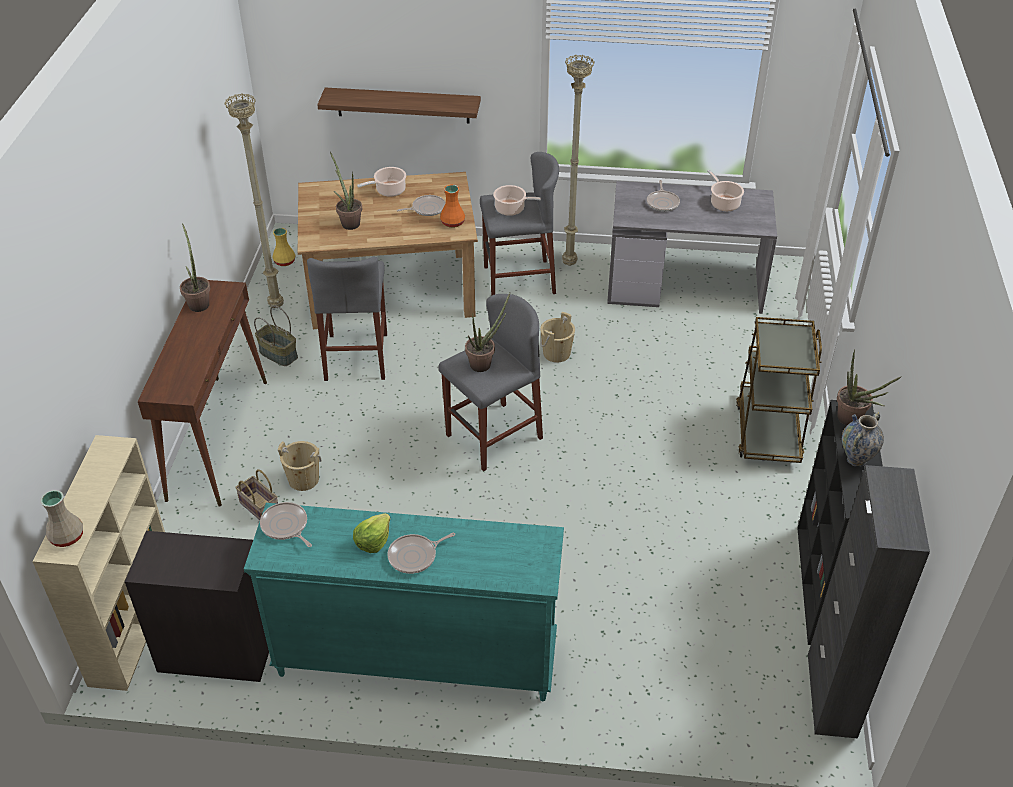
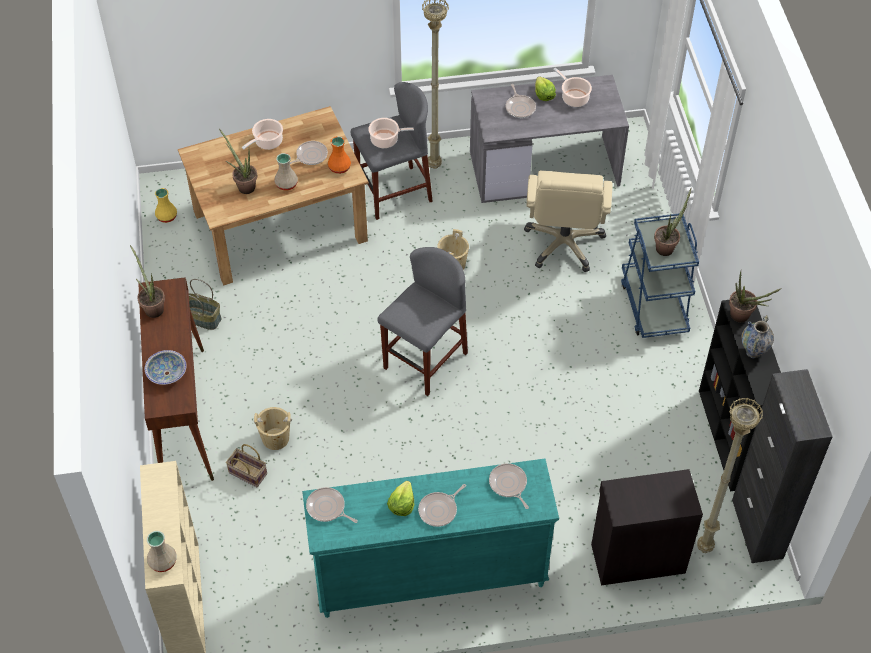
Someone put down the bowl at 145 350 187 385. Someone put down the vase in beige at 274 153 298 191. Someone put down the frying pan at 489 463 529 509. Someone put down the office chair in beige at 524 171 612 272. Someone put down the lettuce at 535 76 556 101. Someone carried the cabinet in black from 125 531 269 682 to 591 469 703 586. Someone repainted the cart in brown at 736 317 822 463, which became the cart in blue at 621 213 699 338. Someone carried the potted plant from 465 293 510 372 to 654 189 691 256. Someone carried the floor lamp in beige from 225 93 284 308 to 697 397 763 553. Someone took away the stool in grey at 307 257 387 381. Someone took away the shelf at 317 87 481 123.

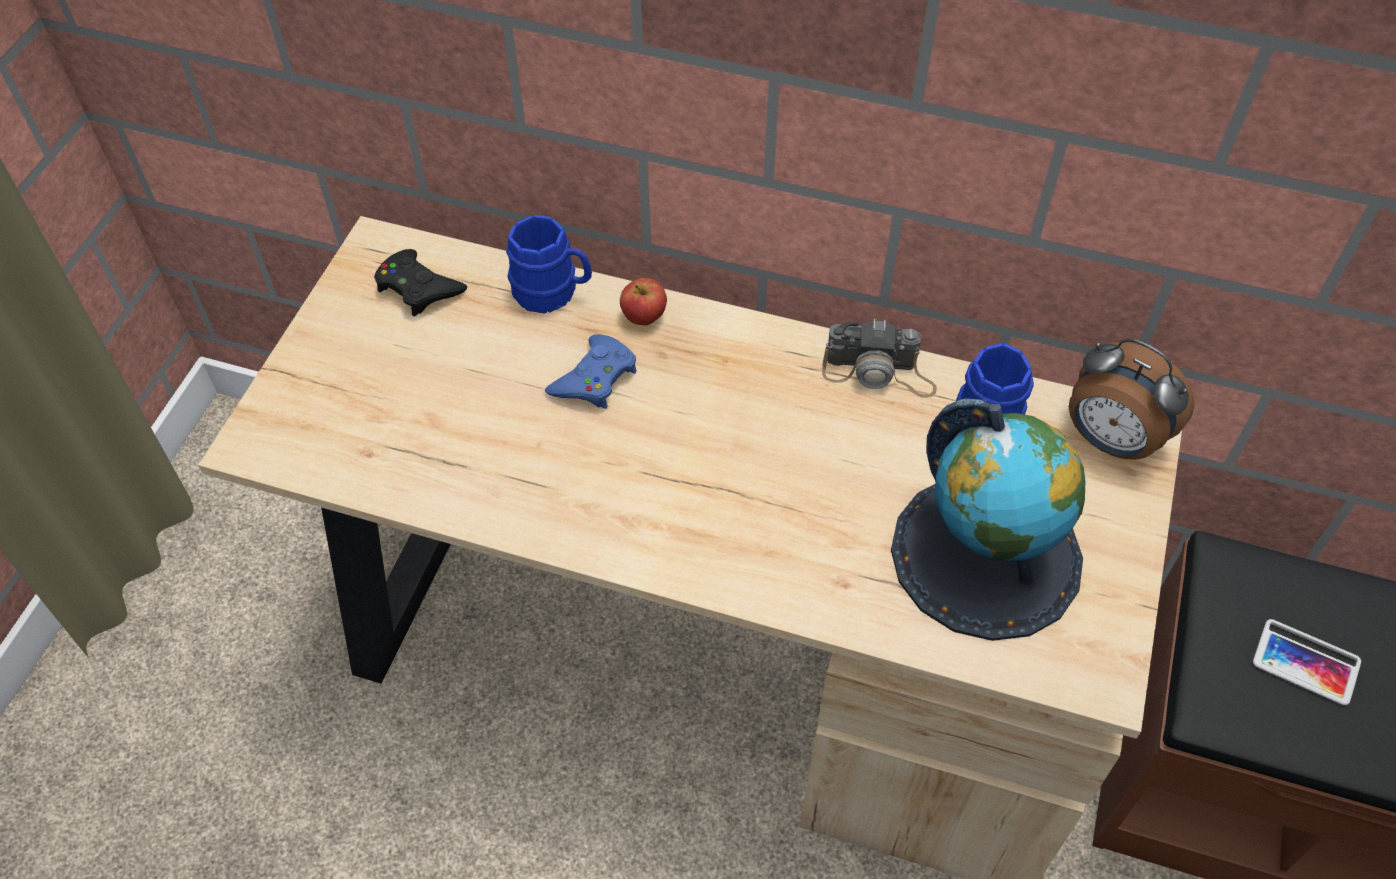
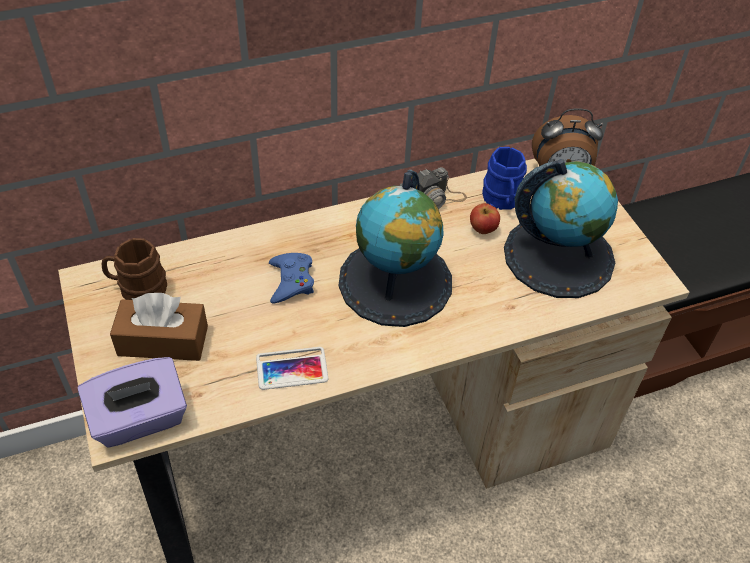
Someone put down the tissue box in purple at 77 357 187 448. Someone swapped the game controller in black at 374 249 467 316 for the mug in brown at 101 238 167 300. Someone put down the tissue box in brown at 110 293 208 361. Someone carried the phone from 1253 619 1361 705 to 256 347 328 390. Someone put down the globe at 339 170 452 327. Someone carried the apple from 620 278 667 325 to 470 203 500 234. Someone took away the mug in blue at 506 215 592 314.

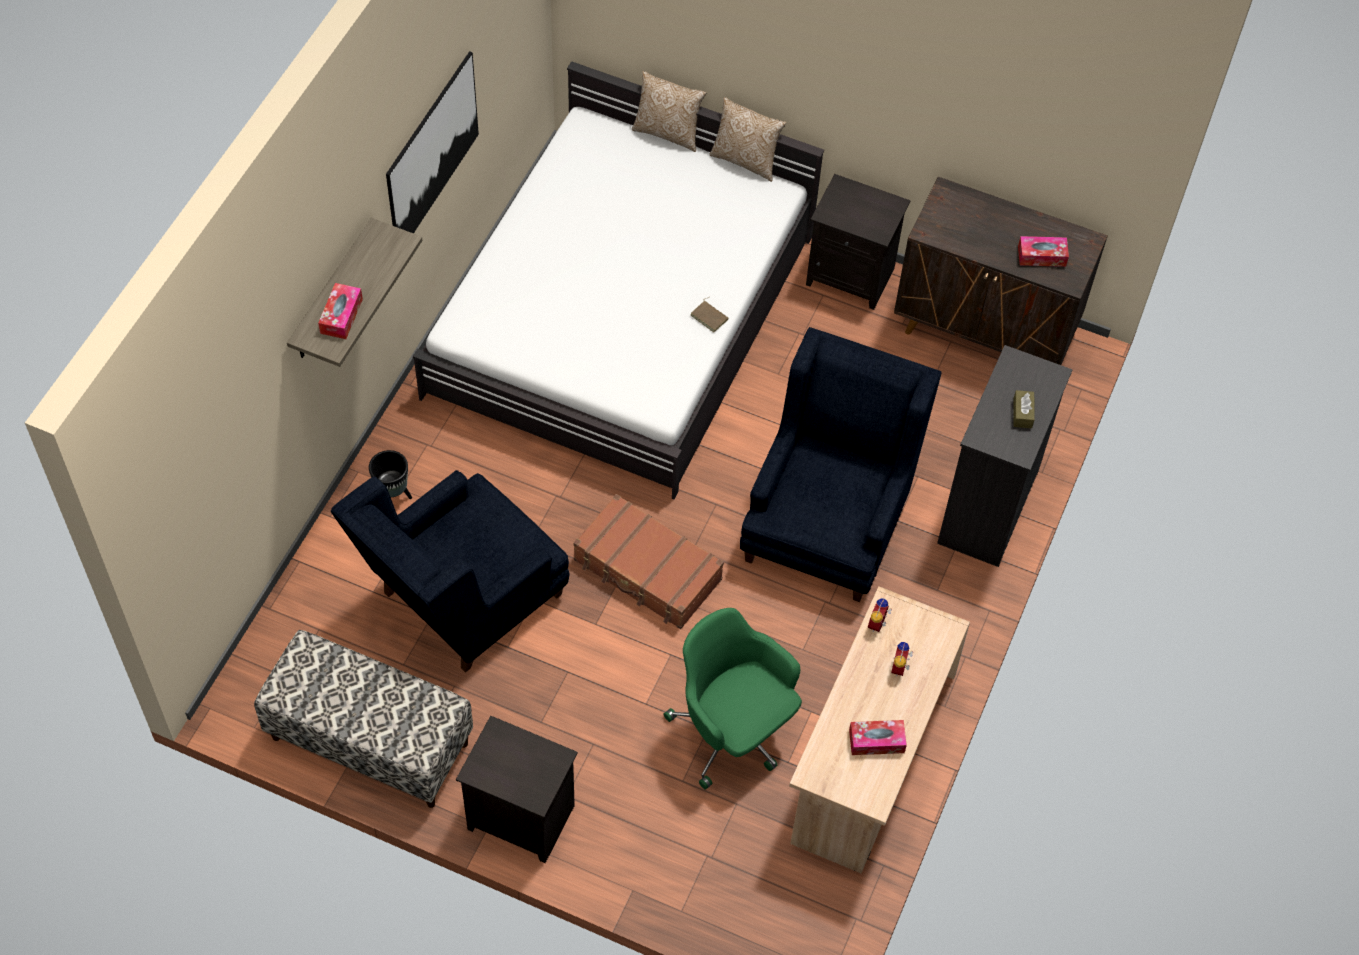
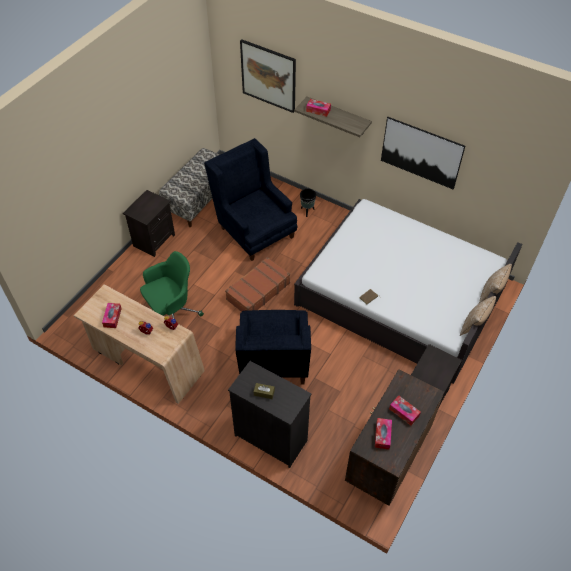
Someone rotated the armchair in blue at 740 327 942 602 by 60 degrees clockwise. Someone put up the picture at 240 39 296 113. Someone put down the tissue box at 389 396 421 426.

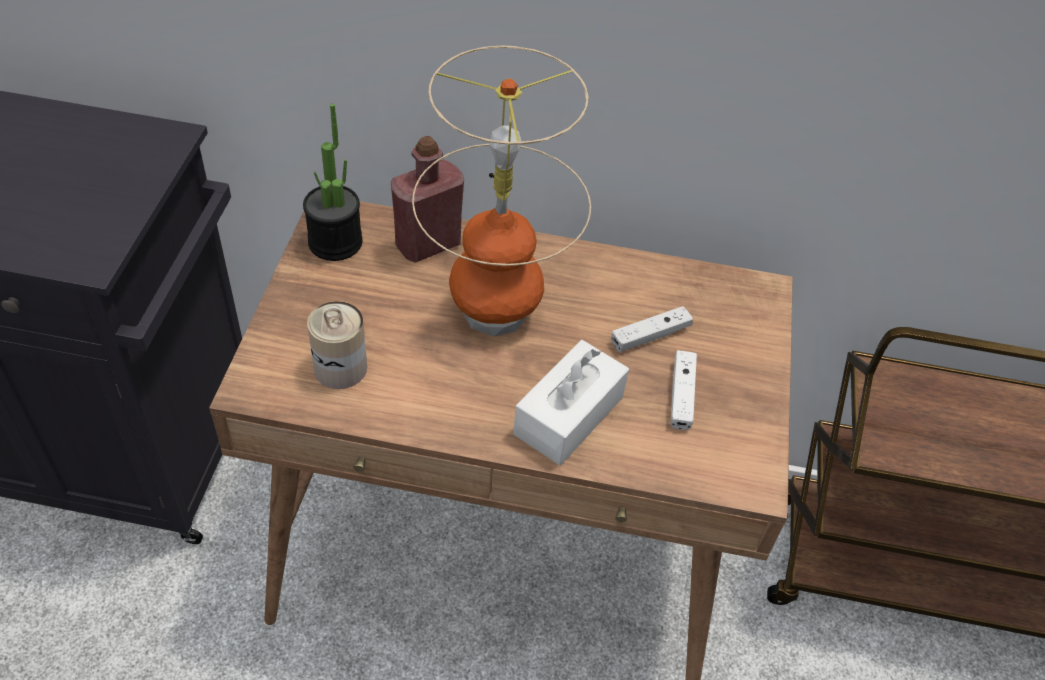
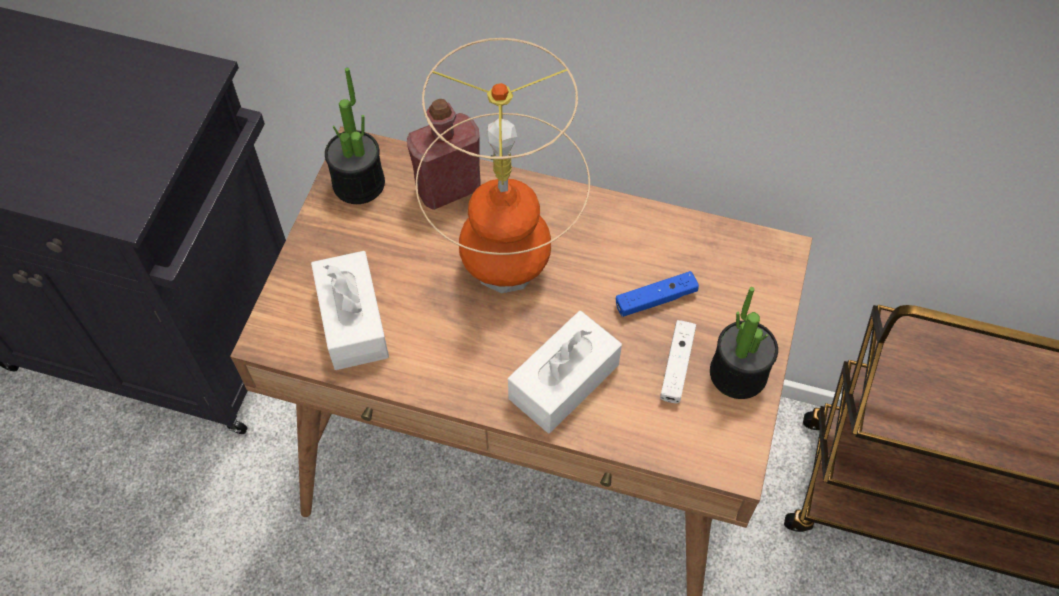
Someone swapped the can at 307 301 367 389 for the tissue box in white at 311 251 389 370. Someone repainted the game controller in white at 611 306 693 352, which became the game controller in blue at 616 271 699 317. Someone put down the potted plant at 710 287 778 399.

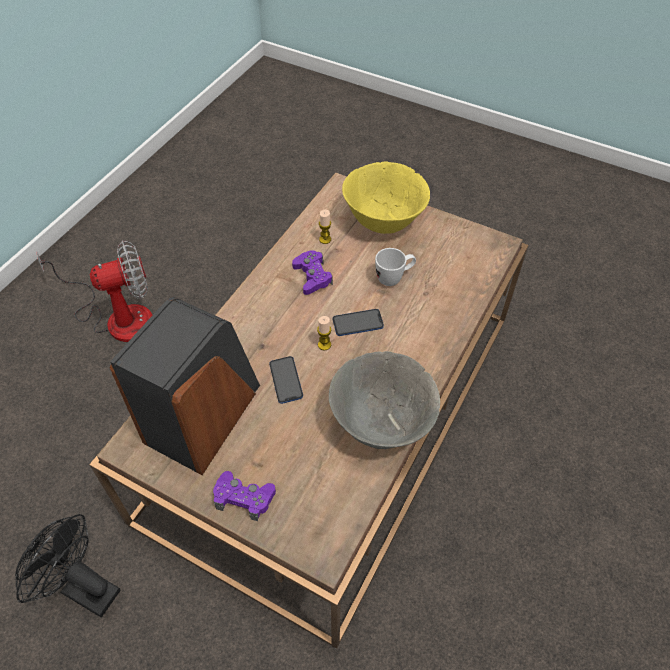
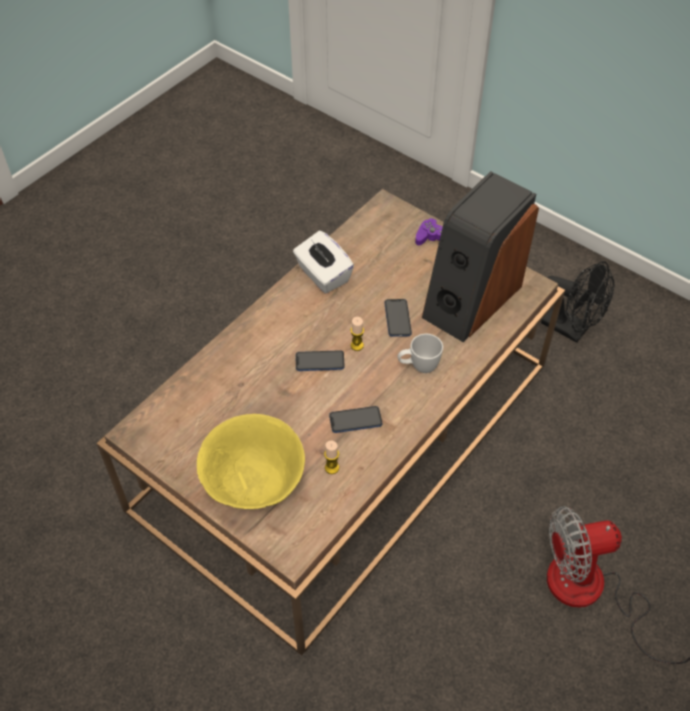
Someone swapped the bowl in grey at 329 351 440 449 for the tissue box in white at 293 231 354 294. Someone swapped the game controller in purple at 292 250 333 295 for the phone at 329 406 382 433. Someone carried the mug in white from 375 248 416 286 to 398 334 443 373.

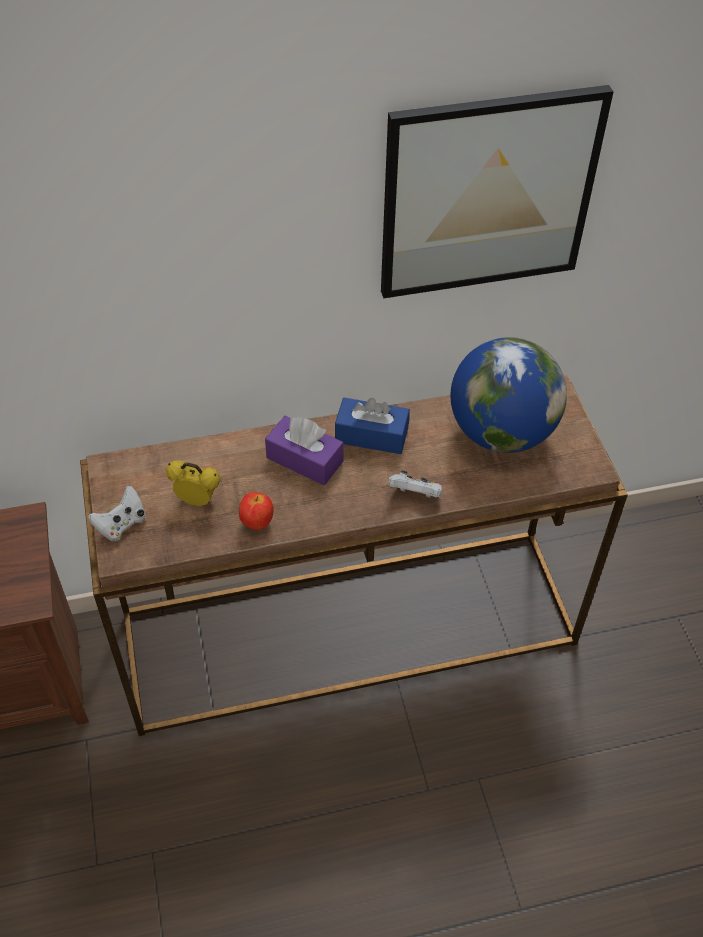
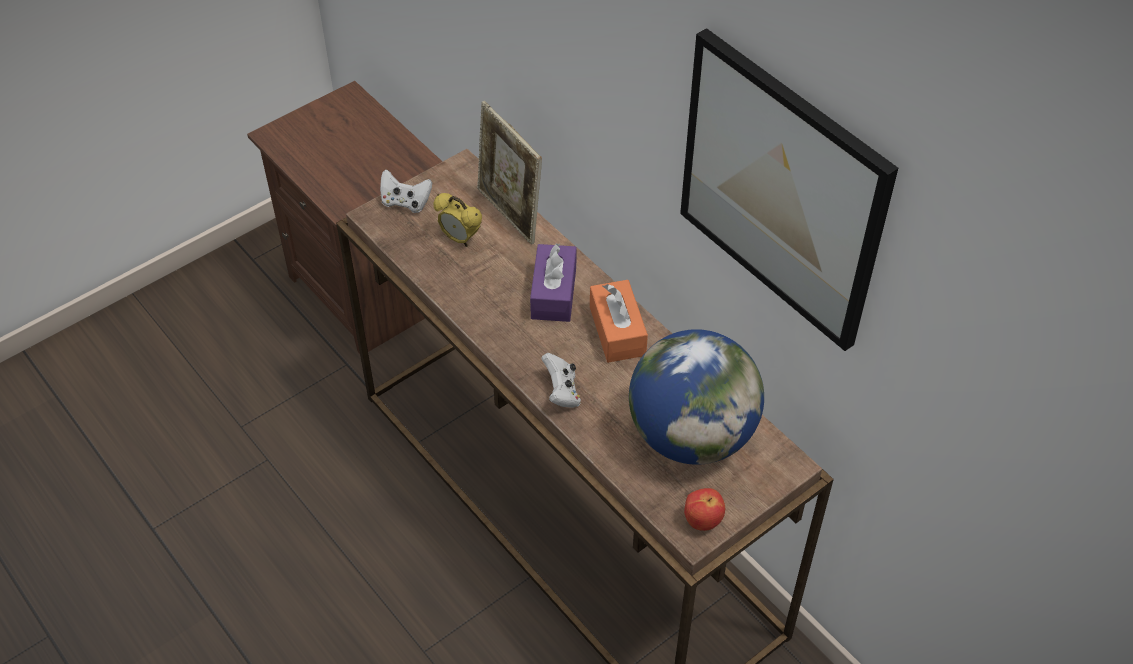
Someone rotated the alarm clock at 166 461 220 506 by 135 degrees clockwise. Someone put down the picture frame at 477 101 542 245. Someone repainted the tissue box in blue at 335 398 410 454, which became the tissue box in orange at 590 280 648 363. Someone carried the apple from 239 492 273 530 to 684 488 725 531.

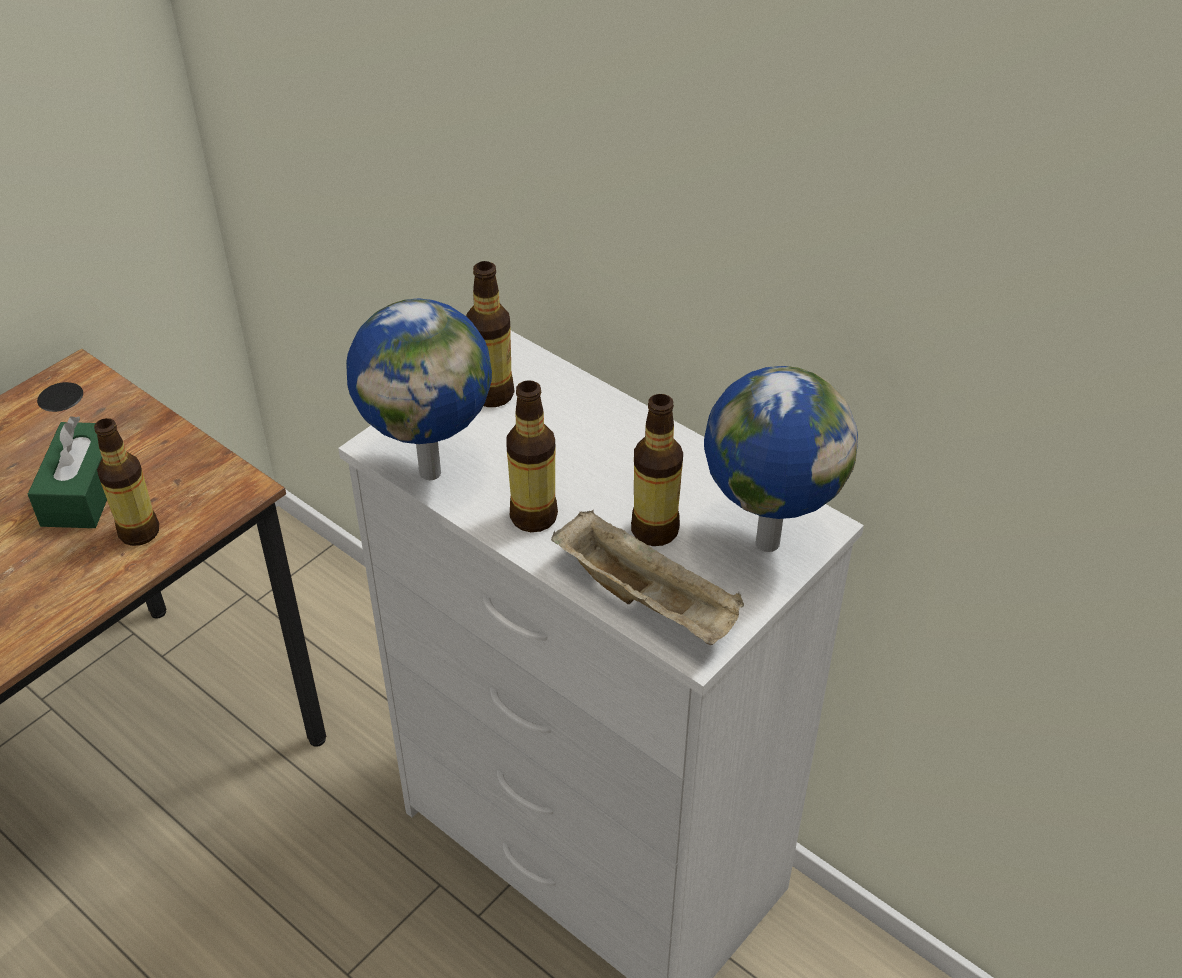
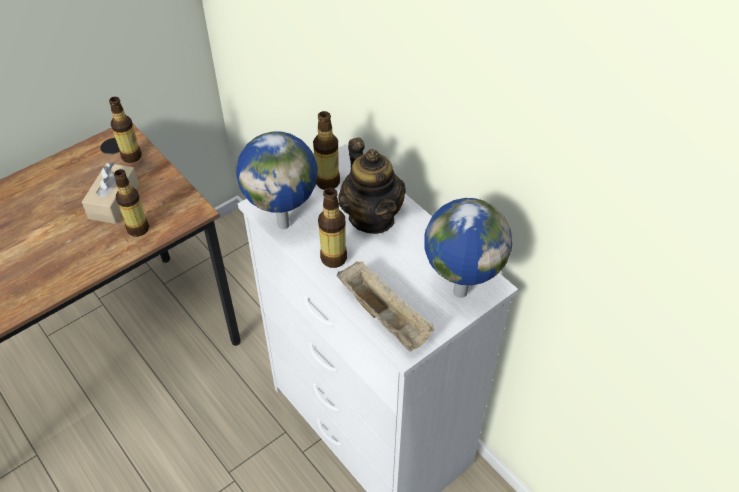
Someone repainted the tissue box in green at 28 416 107 528, which became the tissue box in beige at 82 162 139 224. Someone carried the bottle from 631 394 683 546 to 109 97 142 163. Someone put down the teapot at 338 138 406 234.

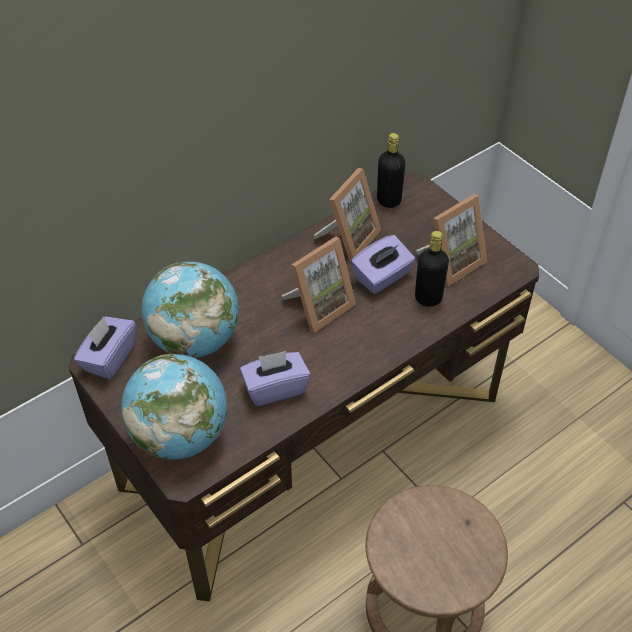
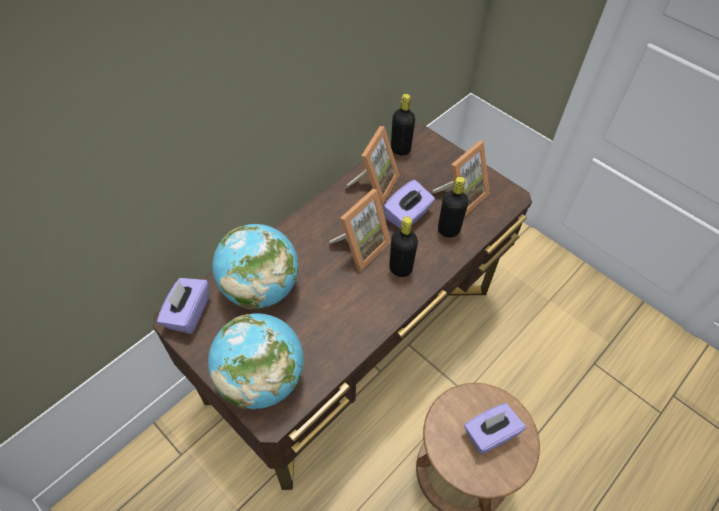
Someone put down the bottle in black at 389 217 418 277. Someone carried the tissue box in purple from 240 351 311 406 to 464 403 526 455.

